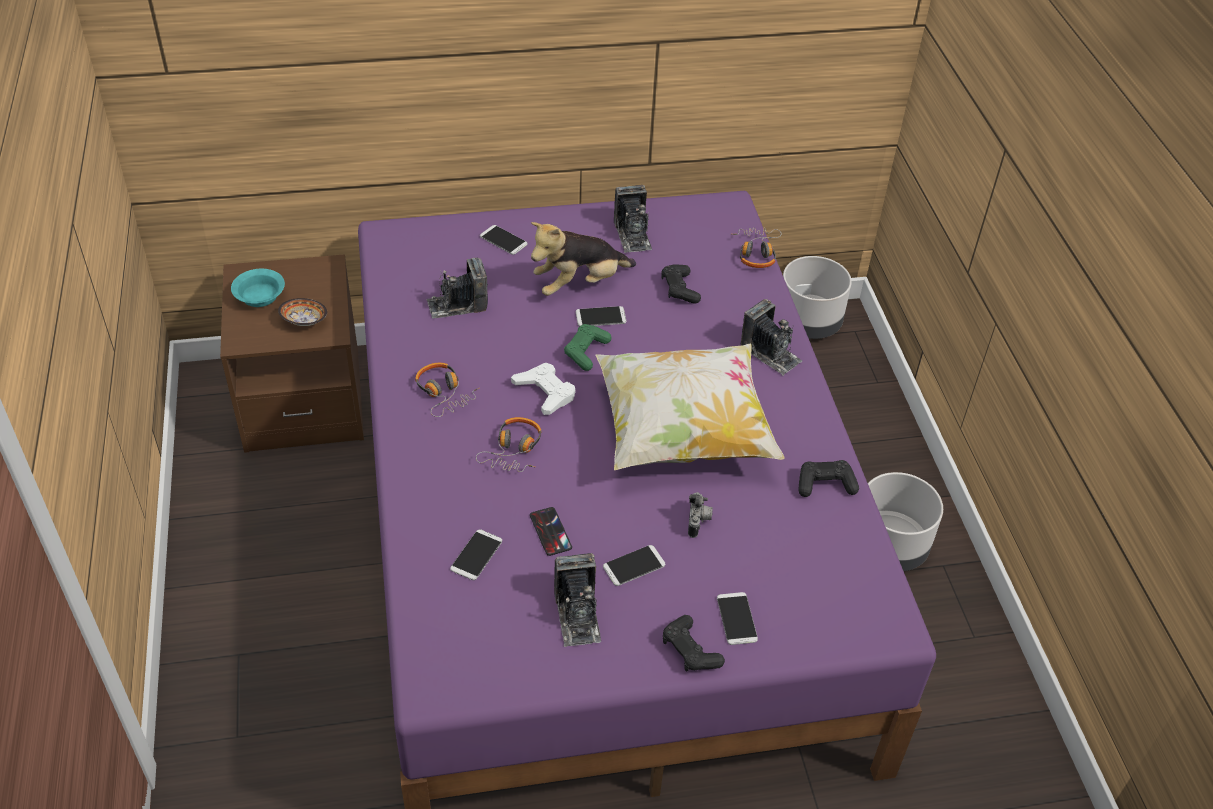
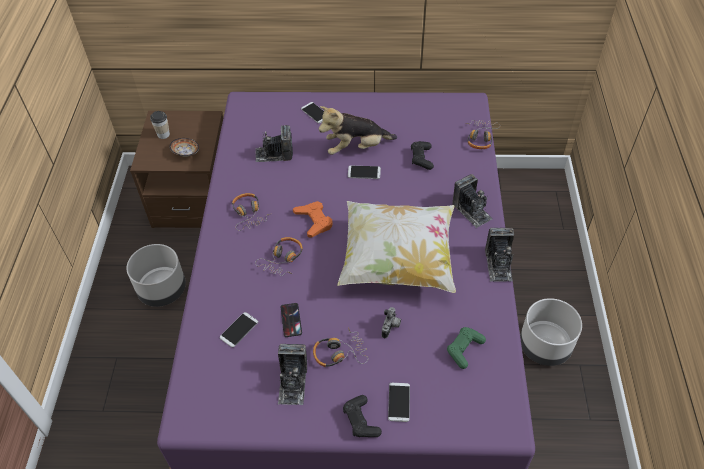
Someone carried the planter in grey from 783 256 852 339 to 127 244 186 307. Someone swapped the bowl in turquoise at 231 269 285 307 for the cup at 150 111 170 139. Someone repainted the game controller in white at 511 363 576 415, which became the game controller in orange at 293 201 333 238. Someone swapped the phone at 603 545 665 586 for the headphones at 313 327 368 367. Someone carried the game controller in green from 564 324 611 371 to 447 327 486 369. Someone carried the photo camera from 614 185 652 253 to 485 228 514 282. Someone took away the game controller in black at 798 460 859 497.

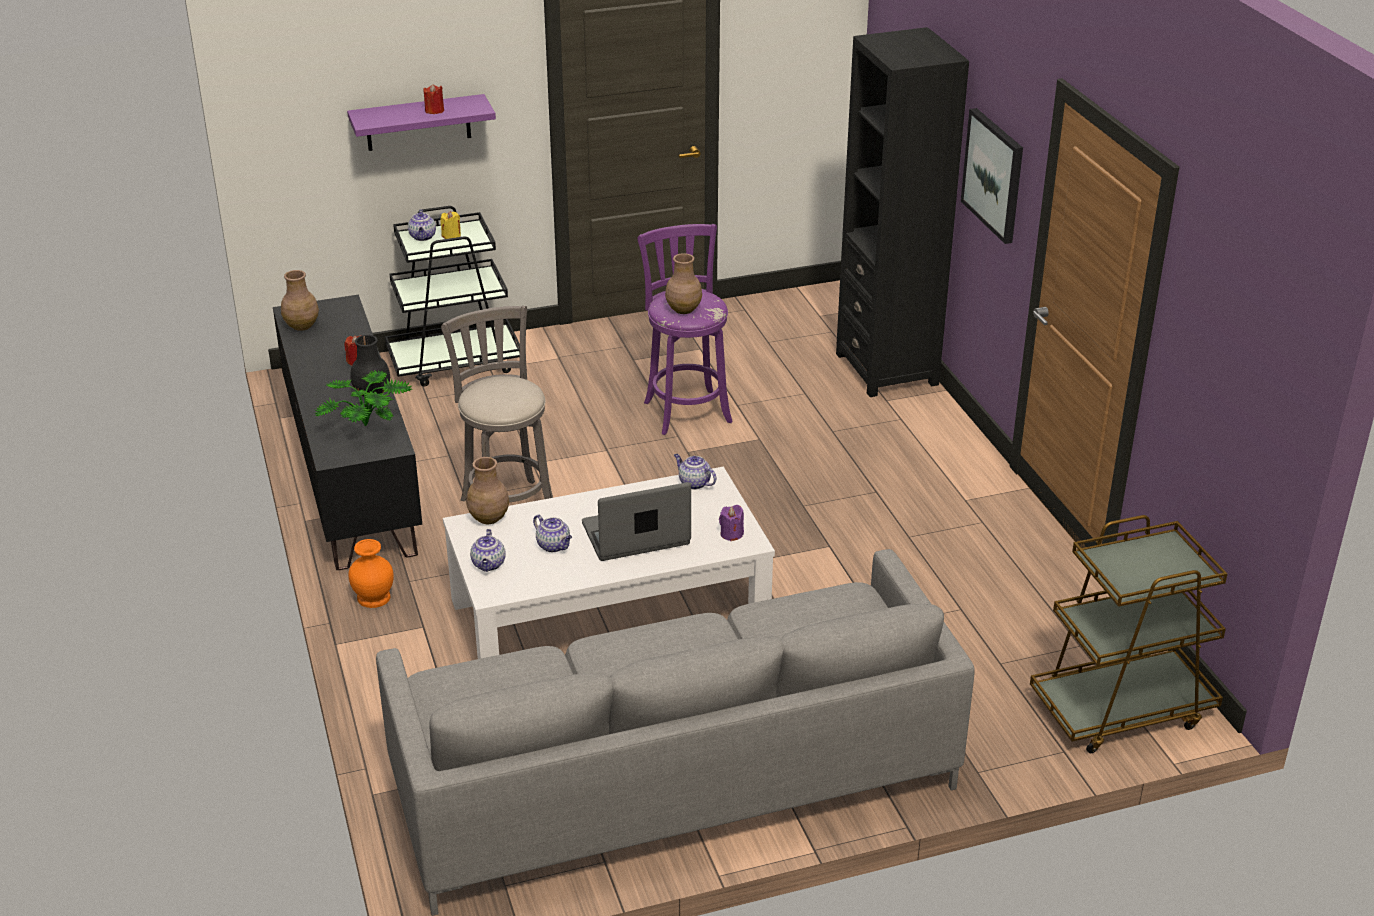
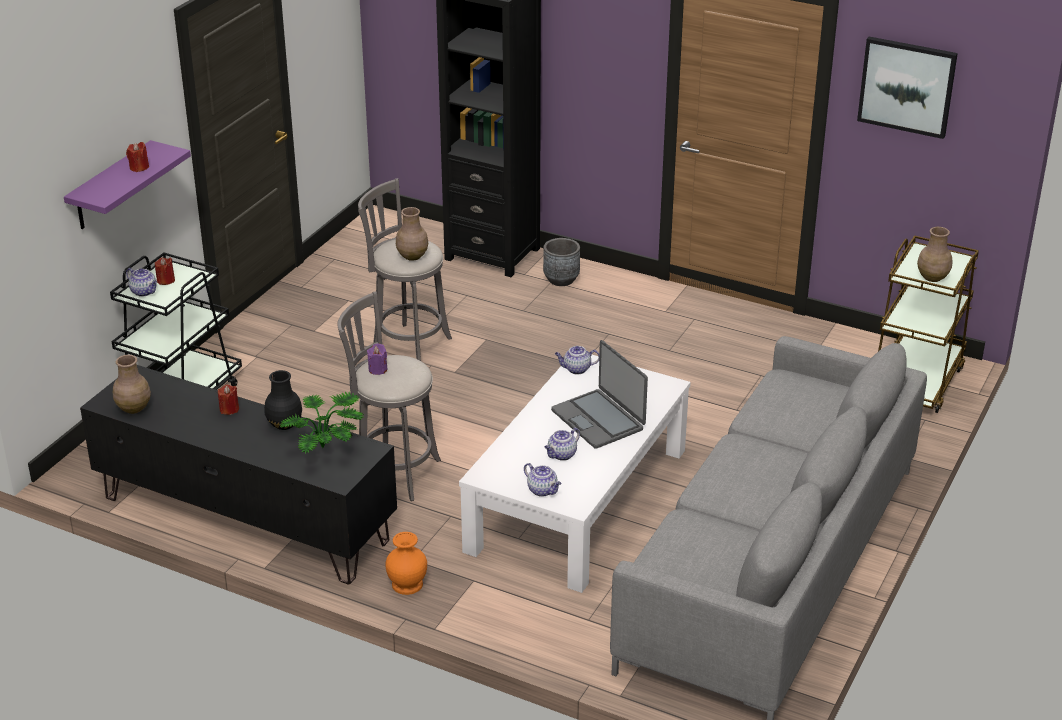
Someone repainted the candle in yellow at 440 211 461 239, which became the candle in red at 155 257 175 285. Someone repainted the stool in purple at 638 224 733 435, which became the stool in grey at 358 178 452 361. Someone carried the candle in purple from 719 505 744 541 to 367 343 388 375. Someone put down the planter in grey at 543 238 580 286. Someone rotated the teapot at 533 515 572 552 by 135 degrees clockwise. Someone rotated the laptop at 582 482 691 561 by 60 degrees counterclockwise. Someone carried the picture from 961 108 1023 244 to 857 37 958 139. Someone carried the vase in brown from 466 457 509 524 to 917 227 952 282.

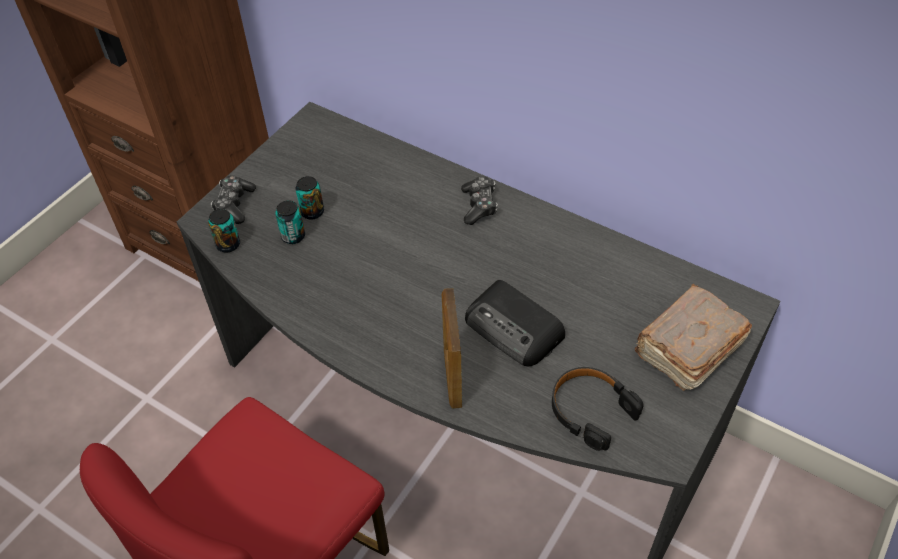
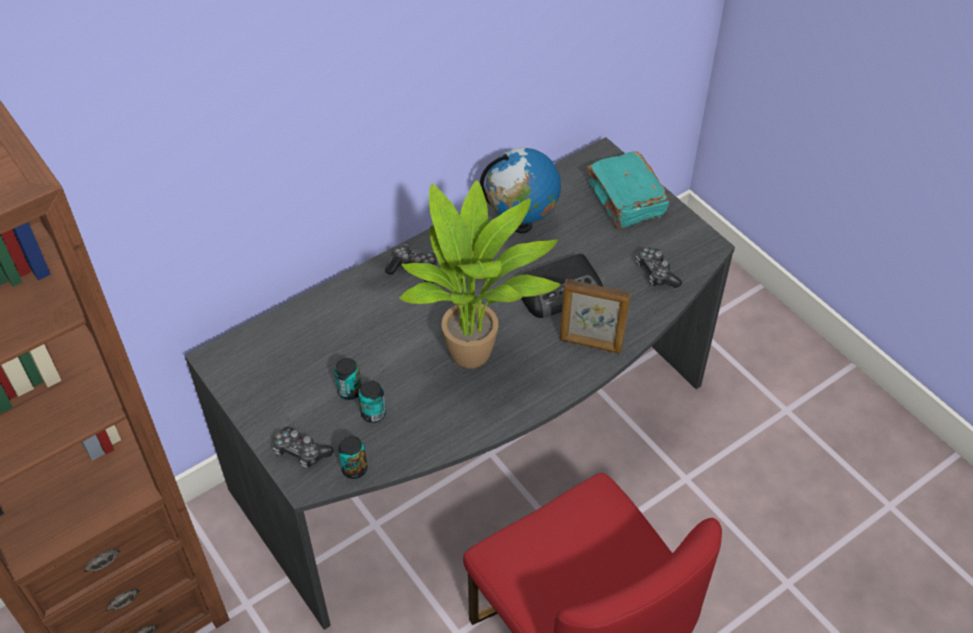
Someone put down the potted plant at 399 180 560 369. Someone put down the globe at 480 148 561 234. Someone repainted the book in brown at 634 284 752 391, which became the book in turquoise at 587 151 669 229. Someone swapped the headphones in black at 552 367 644 451 for the game controller at 636 247 682 288.

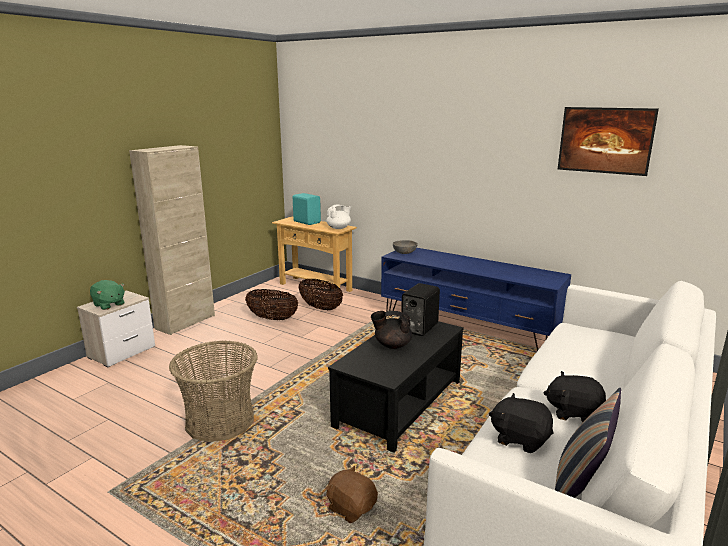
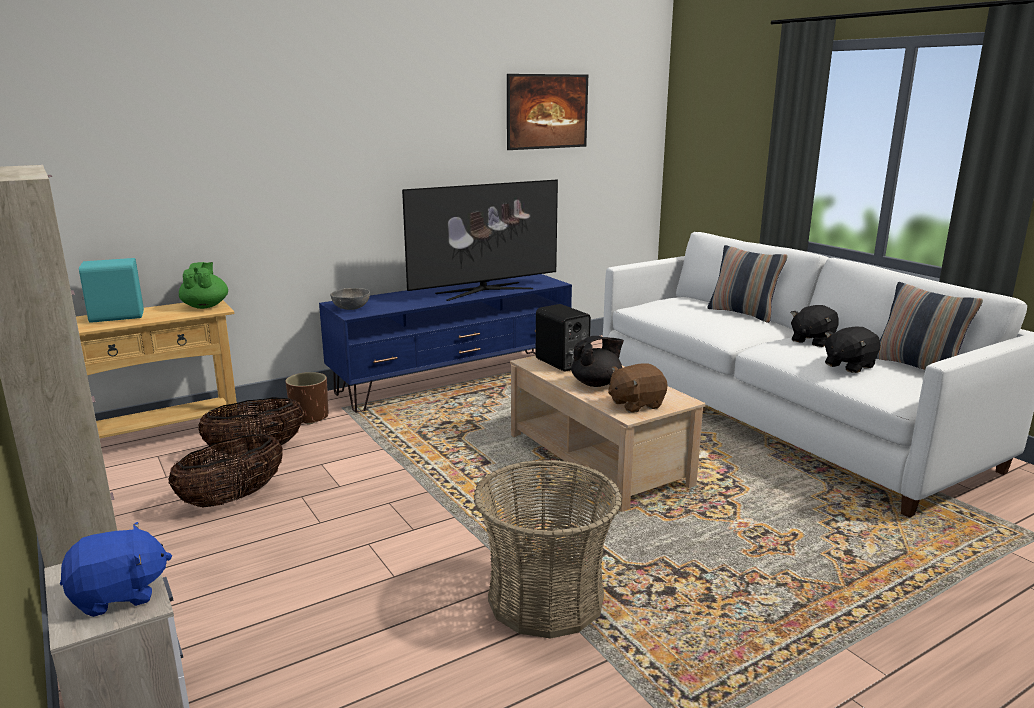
Someone repainted the plush toy in green at 90 280 125 310, which became the plush toy in blue at 60 522 172 617. Someone repainted the teapot in white at 327 205 351 229, which became the teapot in green at 179 262 228 309. Someone put down the planter in brown at 285 372 328 425. Someone put down the television at 402 180 558 301. Someone repainted the coffee table in black at 328 317 464 453, which became the coffee table in beige at 510 356 706 512. Someone rotated the teapot in black at 371 311 412 349 by 150 degrees counterclockwise. Someone carried the plush toy in brown from 325 466 378 523 to 608 363 668 413. Someone put down the pillow at 707 245 788 323.

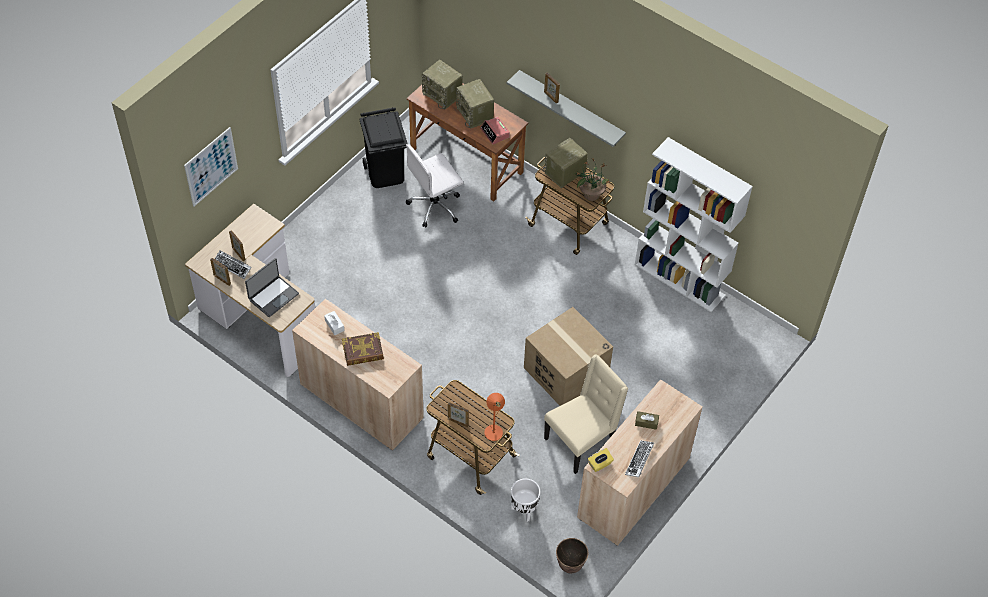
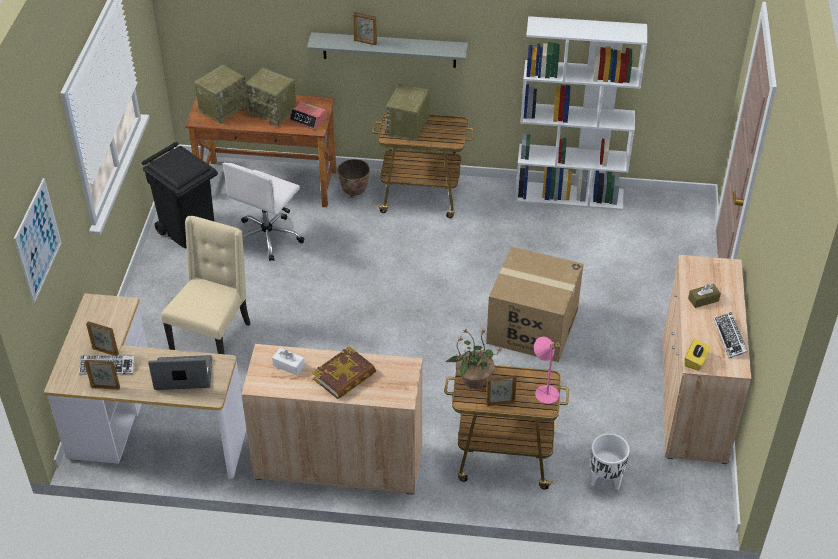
Someone rotated the laptop at 245 258 299 317 by 105 degrees counterclockwise. Someone carried the chair in beige from 544 354 628 474 to 161 216 251 354. Someone rotated the radio at 422 60 463 109 by 60 degrees counterclockwise. Someone carried the planter from 556 538 588 573 to 337 159 370 198. Someone carried the potted plant from 575 159 610 201 to 446 328 502 389. Someone repainted the table lamp in orange at 484 393 505 441, which became the table lamp in pink at 534 337 561 404.

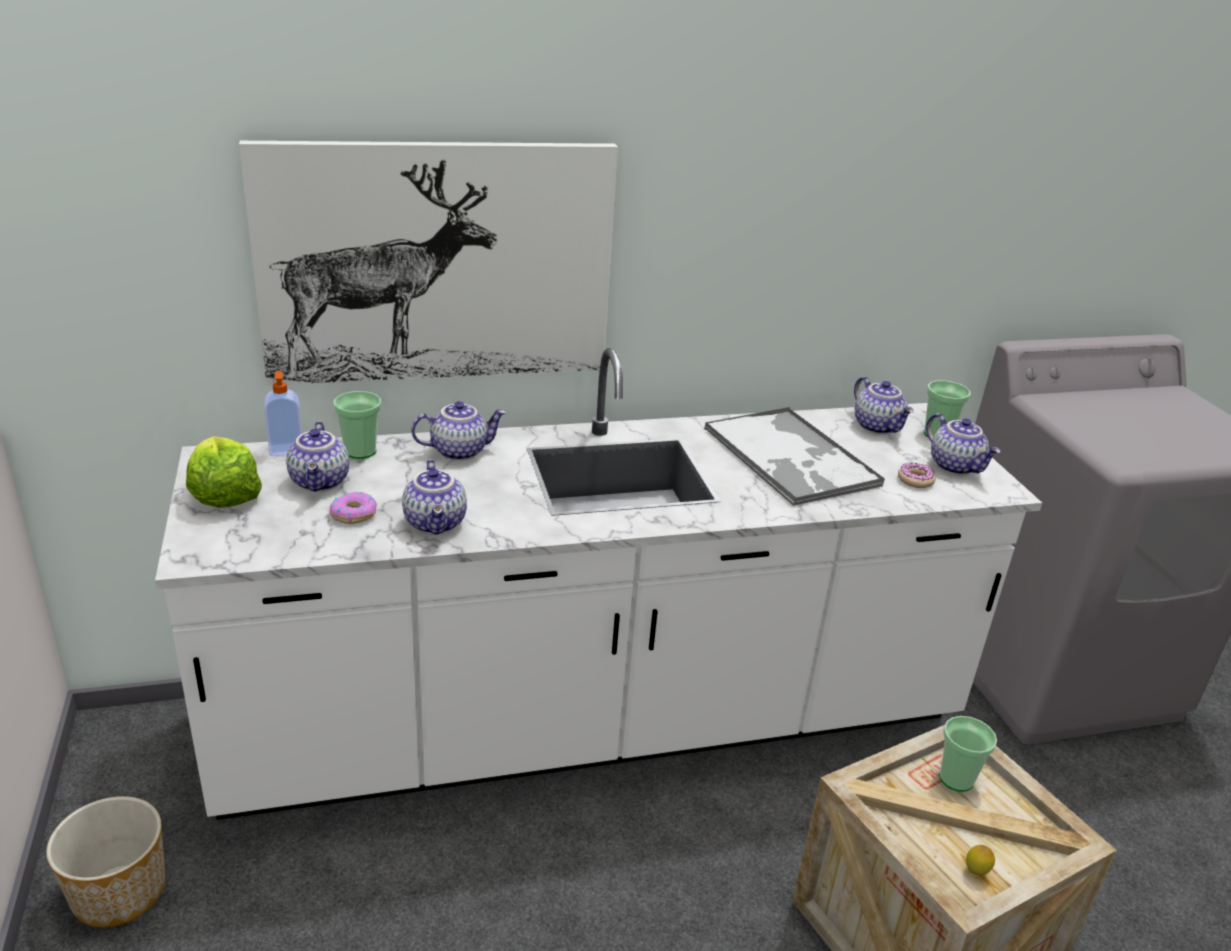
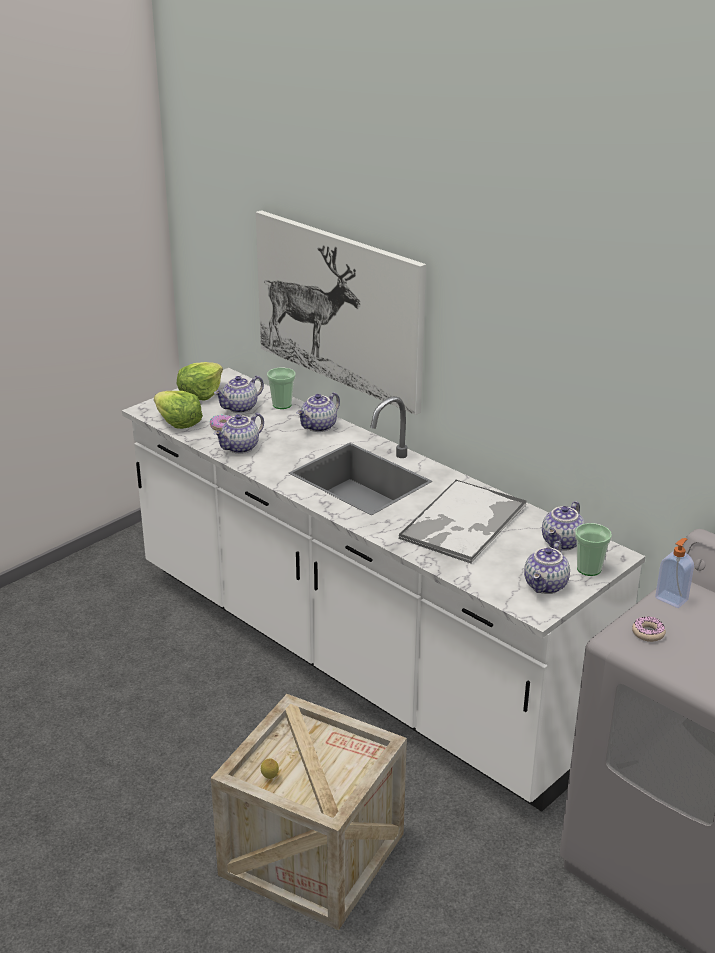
Someone put down the lettuce at 154 391 203 429. Someone rotated the teapot at 411 401 507 461 by 90 degrees clockwise. Someone carried the donut from 898 462 936 488 to 632 616 666 642. Someone carried the soap dispenser from 264 371 302 456 to 655 538 694 608. Someone took away the planter at 46 796 166 927. Someone took away the cup at 939 716 997 792.

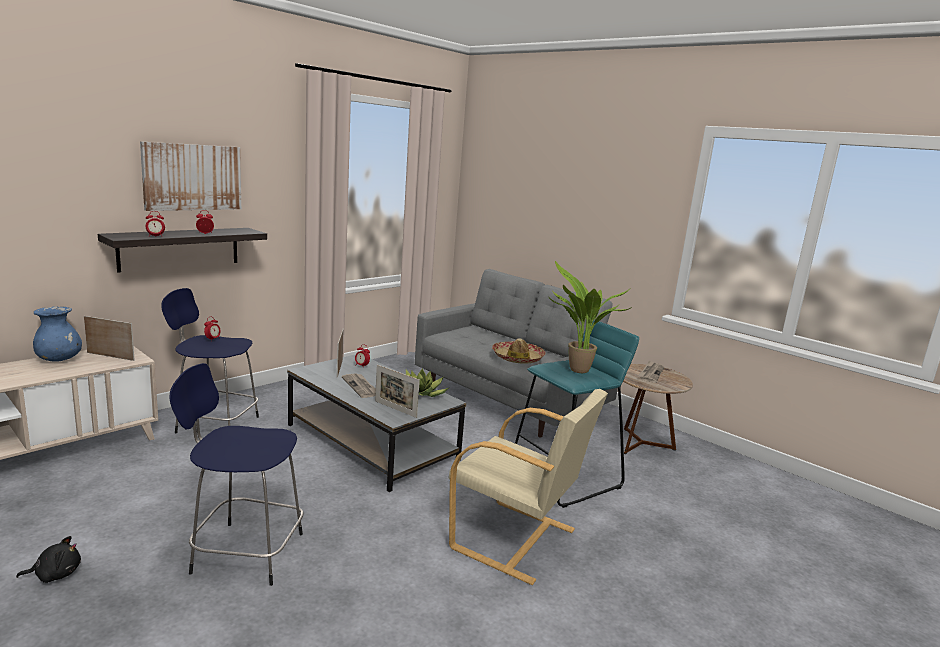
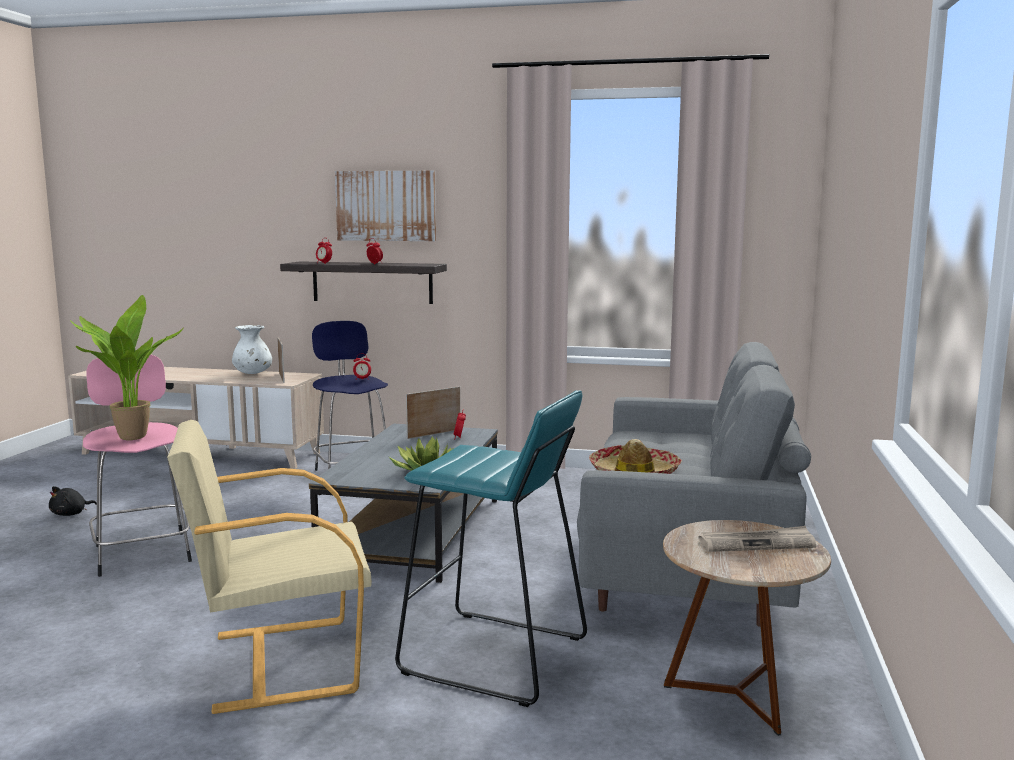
Someone rotated the plush toy in black at 16 536 81 583 by 90 degrees clockwise. Someone carried the potted plant from 549 261 632 373 to 70 295 184 440. Someone repainted the stool in blue at 169 363 303 586, which became the stool in pink at 83 354 192 577. Someone rotated the armchair in beige at 449 389 608 585 by 75 degrees clockwise. Someone repainted the vase in blue at 33 306 82 362, which became the vase in white at 232 325 272 374. Someone took away the newspaper at 342 373 376 398. Someone took away the picture frame at 375 365 420 418.

